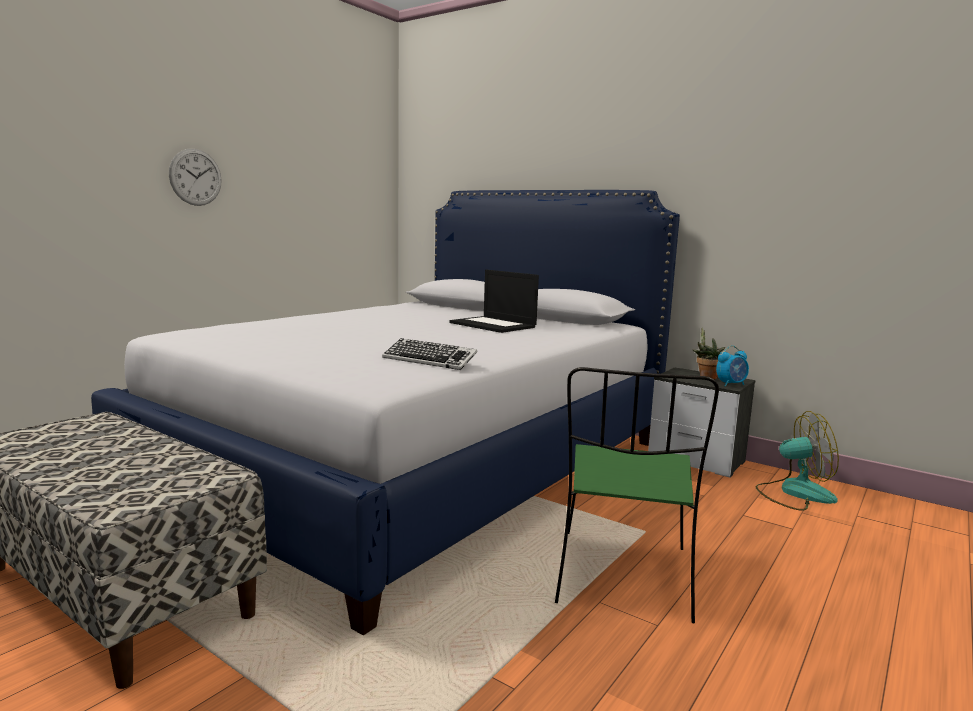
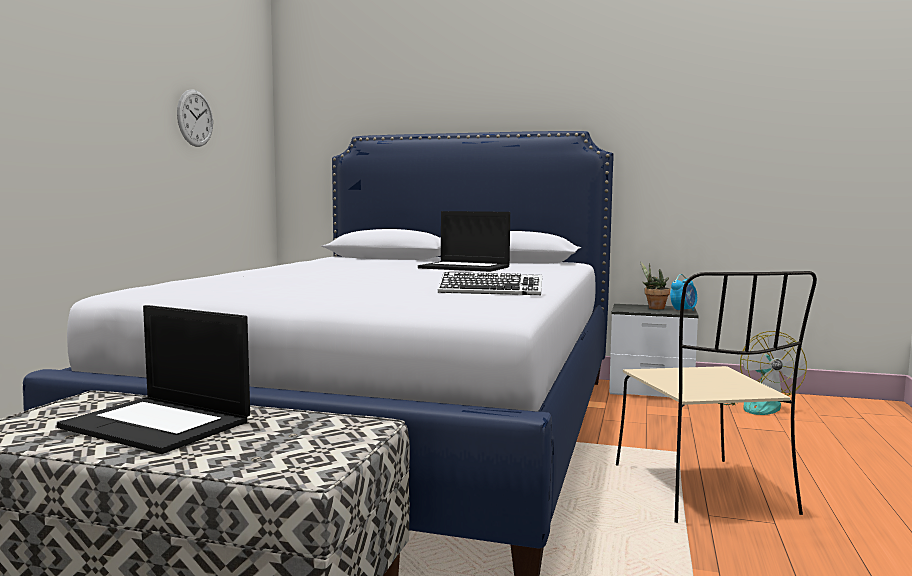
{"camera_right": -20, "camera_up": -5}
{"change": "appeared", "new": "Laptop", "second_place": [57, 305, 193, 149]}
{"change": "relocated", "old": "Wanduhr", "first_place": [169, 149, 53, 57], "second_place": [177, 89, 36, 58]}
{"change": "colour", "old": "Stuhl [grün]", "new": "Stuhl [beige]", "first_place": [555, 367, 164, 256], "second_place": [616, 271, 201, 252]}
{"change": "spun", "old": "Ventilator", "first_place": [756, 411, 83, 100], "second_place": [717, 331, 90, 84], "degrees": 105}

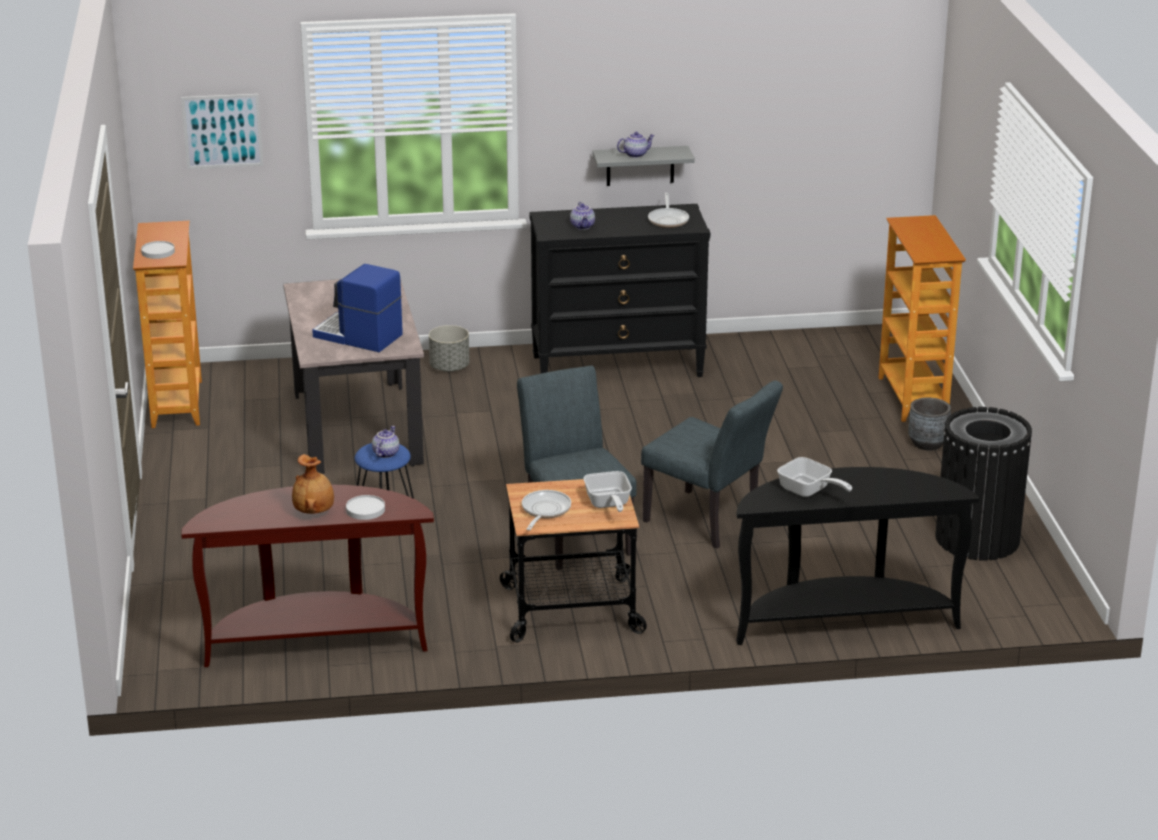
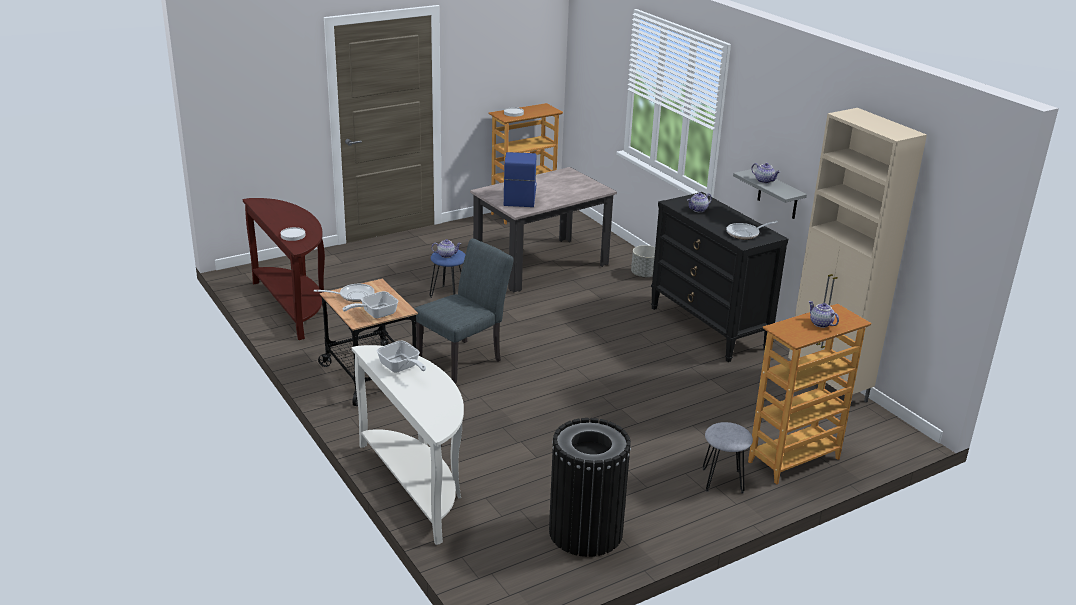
{"camera_right": 65, "camera_up": 0}
{"change": "colour", "old": "Konsolentisch [schwarz]", "new": "Konsolentisch [weiß]", "first_place": [736, 467, 243, 178], "second_place": [352, 345, 112, 200]}
{"change": "spun", "old": "Pfanne", "first_place": [777, 457, 75, 40], "second_place": [377, 341, 49, 32], "degrees": -60}
{"change": "exchanged", "old": "Pflanzkübel [grau]", "new": "Hocker [grau]", "first_place": [908, 398, 43, 53], "second_place": [703, 422, 50, 71]}
{"change": "appeared", "new": "Schrank [beige]", "second_place": [788, 108, 139, 294]}
{"change": "appeared", "new": "Teekanne", "second_place": [808, 301, 31, 27]}
{"change": "missing", "old": "Bild", "first_place": [181, 94, 83, 75]}
{"change": "missing", "old": "Vase [braun]", "first_place": [292, 454, 42, 60]}
{"change": "missing", "old": "Stuhl [grau]", "first_place": [641, 380, 142, 169]}

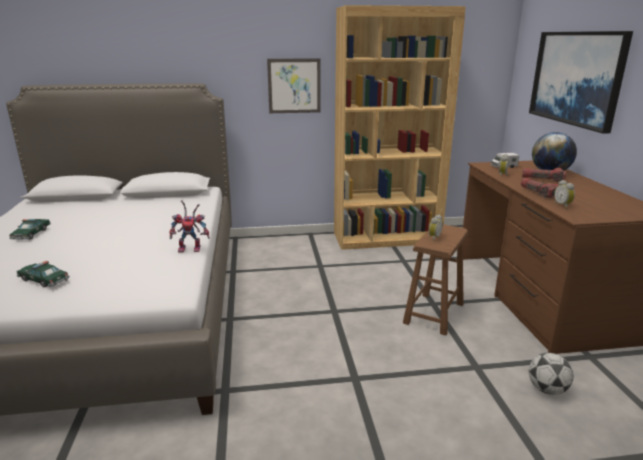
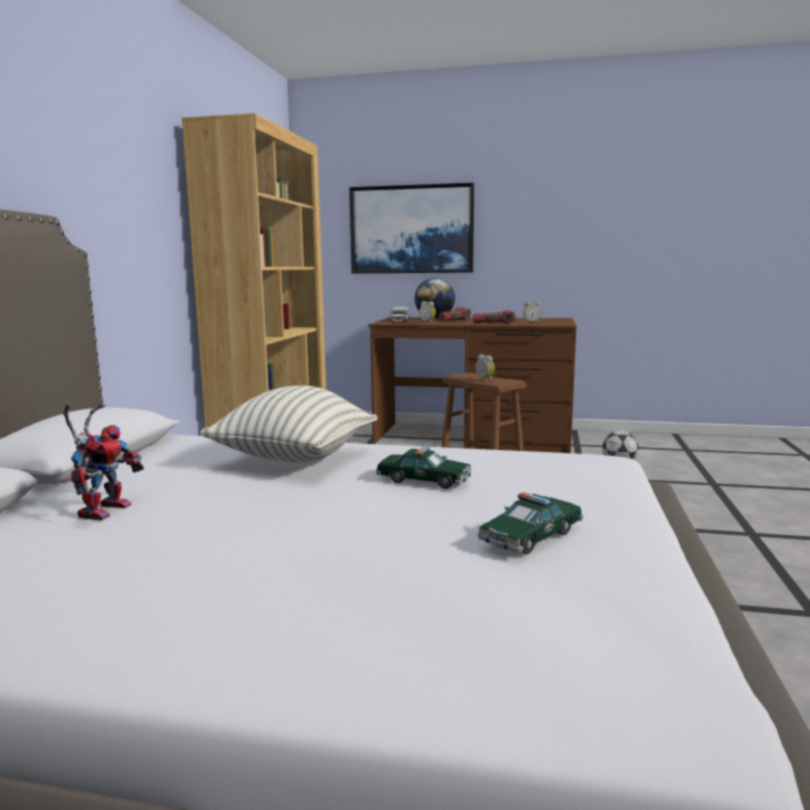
{"camera_right": -70, "camera_up": -10}
{"change": "relocated", "old": "Spielzeugroboter", "first_place": [169, 200, 40, 53], "second_place": [64, 403, 80, 118]}
{"change": "appeared", "new": "Kissen", "second_place": [200, 385, 178, 78]}
{"change": "relocated", "old": "Spielzeugauto", "first_place": [9, 219, 42, 21], "second_place": [376, 445, 96, 44]}
{"change": "missing", "old": "Bild", "first_place": [267, 58, 53, 55]}

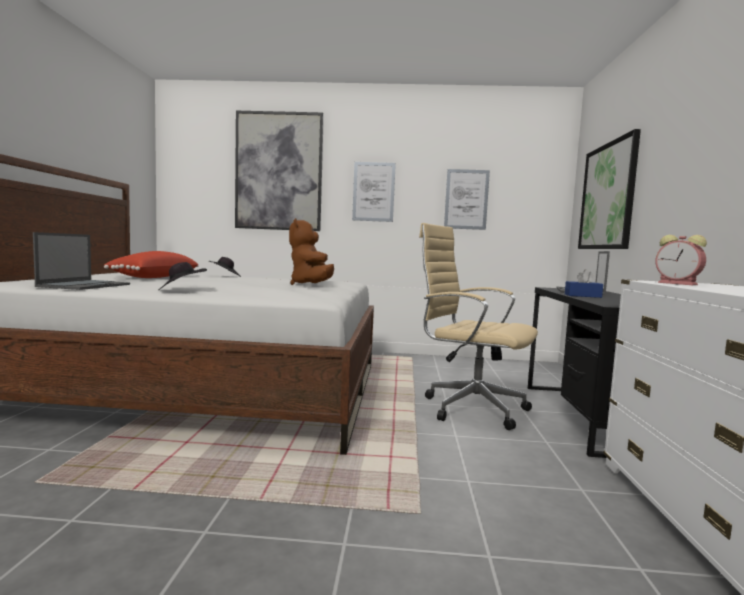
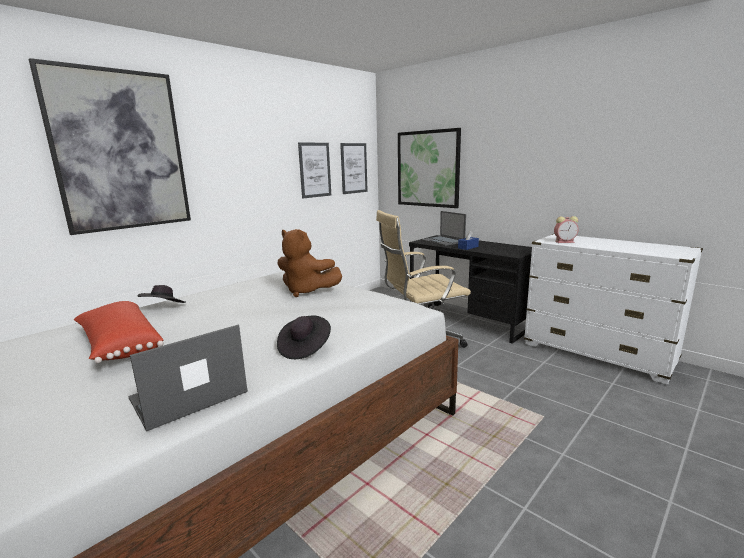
{"camera_right": -50, "camera_up": 10}
{"change": "spun", "old": "Laptop", "first_place": [33, 232, 97, 58], "second_place": [128, 325, 120, 106], "degrees": -90}
{"change": "relocated", "old": "Bild", "first_place": [352, 162, 44, 60], "second_place": [340, 143, 28, 51]}

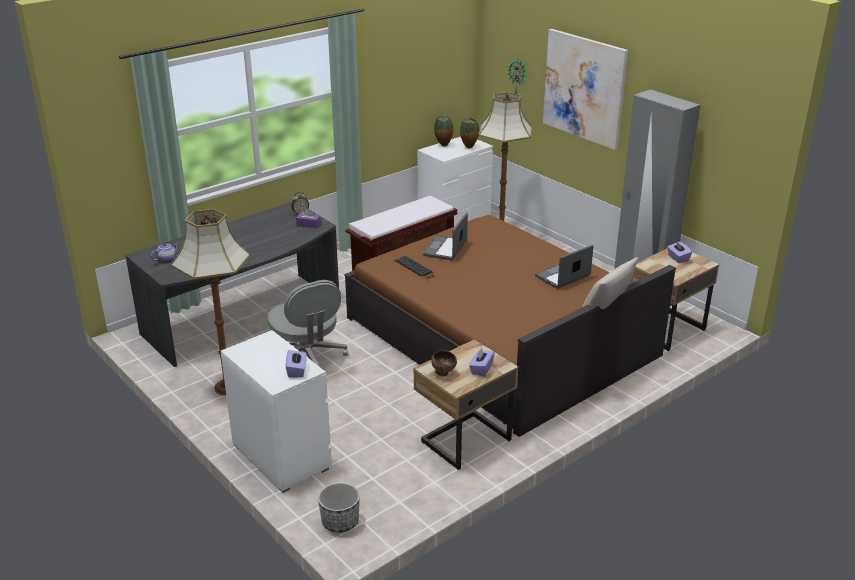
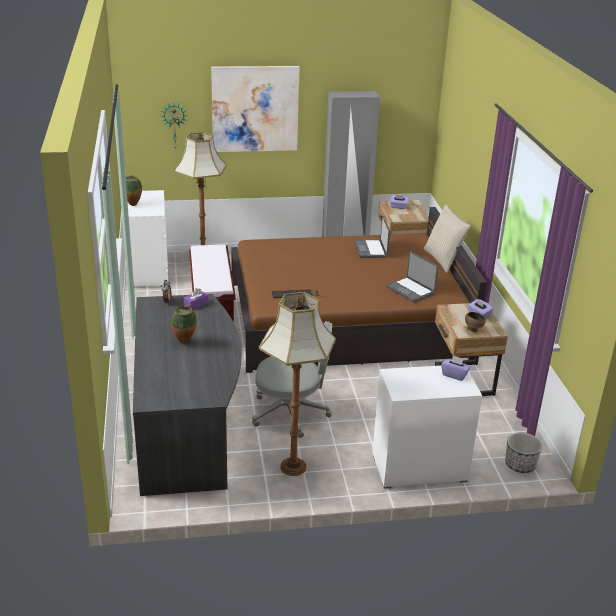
{"camera_right": -60, "camera_up": 0}
{"change": "relocated", "old": "Vase", "first_place": [460, 117, 19, 32], "second_place": [171, 305, 26, 38]}
{"change": "relocated", "old": "Laptop", "first_place": [423, 212, 45, 48], "second_place": [386, 251, 52, 51]}
{"change": "missing", "old": "Teekanne", "first_place": [151, 243, 28, 20]}

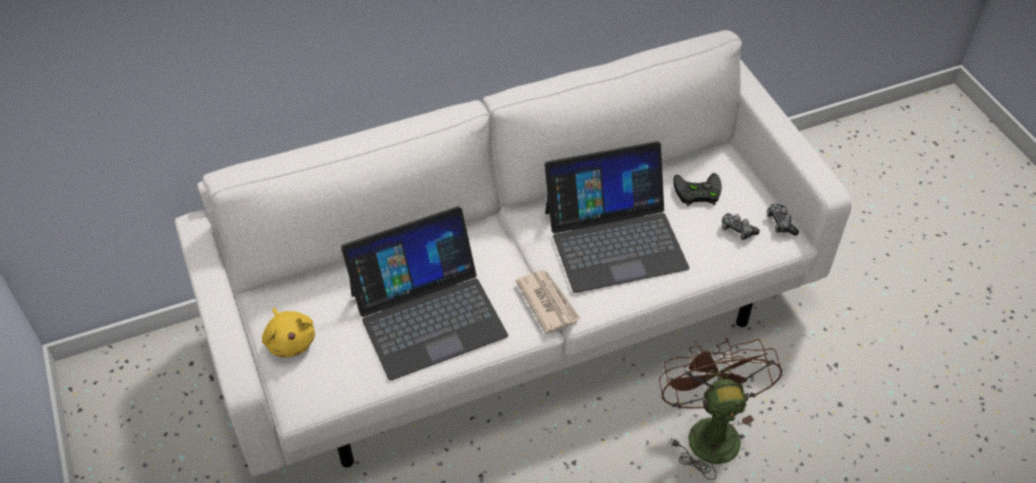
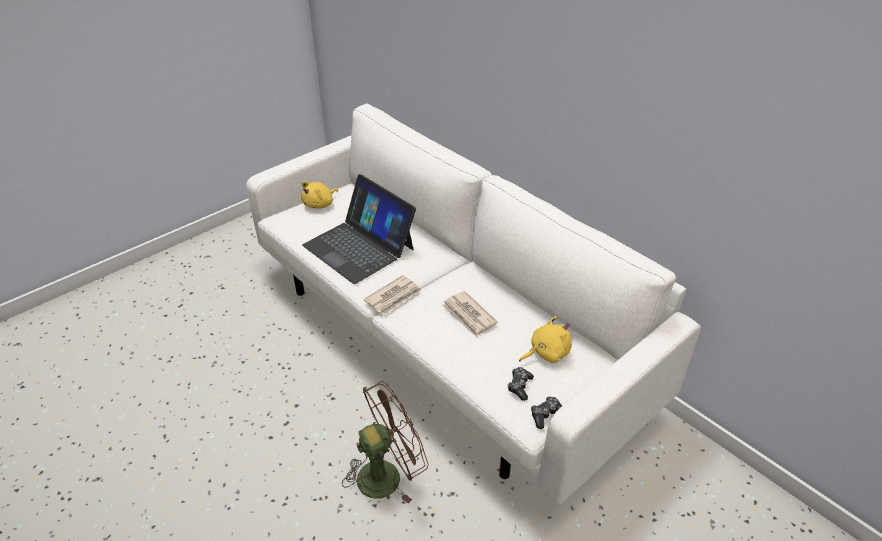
{"camera_right": 70, "camera_up": -10}
{"change": "exchanged", "old": "Laptop", "new": "Zeitung", "first_place": [544, 141, 146, 152], "second_place": [442, 291, 55, 47]}
{"change": "exchanged", "old": "Gamepad [schwarz]", "new": "Plüschtier [gelb]", "first_place": [673, 173, 49, 33], "second_place": [519, 316, 53, 47]}

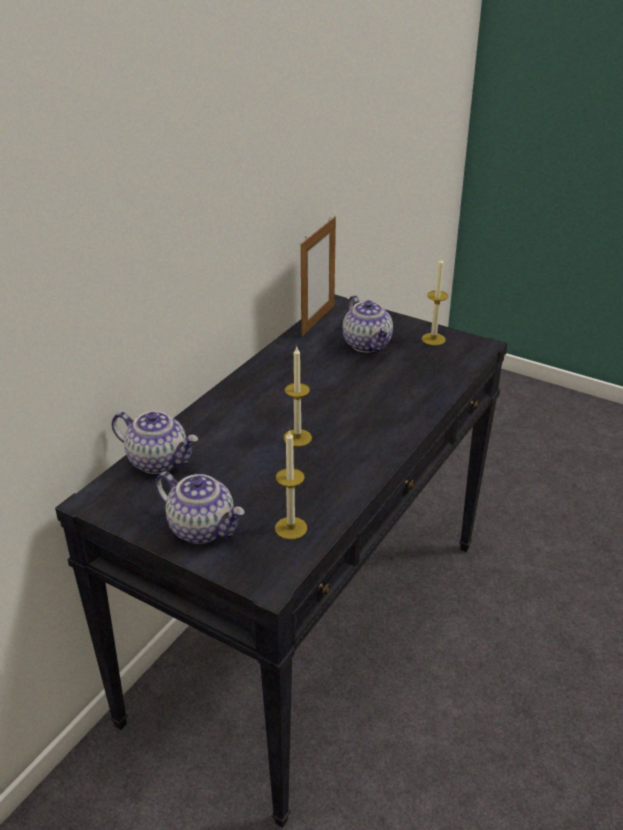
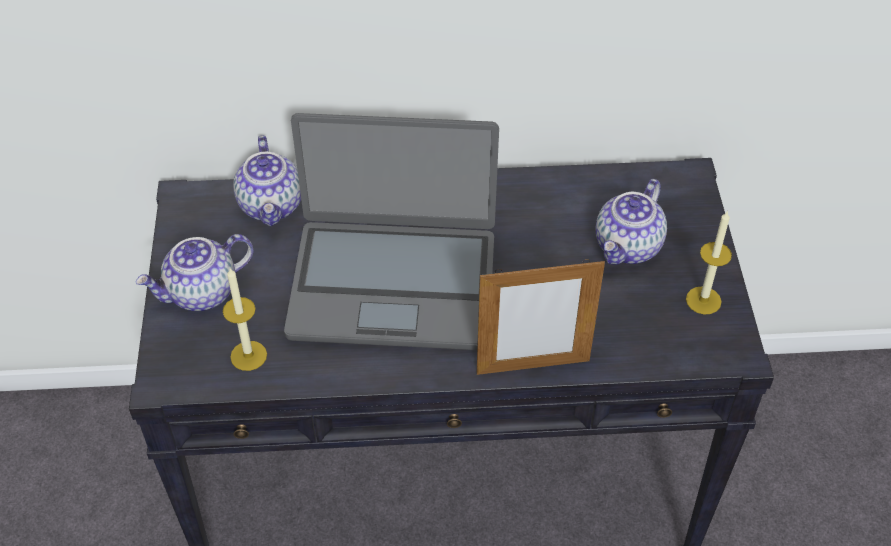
{"camera_right": 55, "camera_up": 15}
{"change": "spun", "old": "Teekanne", "first_place": [155, 472, 90, 72], "second_place": [135, 234, 118, 77], "degrees": 60}
{"change": "exchanged", "old": "Kerze", "new": "Laptop", "first_place": [284, 347, 28, 100], "second_place": [284, 113, 215, 237]}
{"change": "relocated", "old": "Bilderrahmen", "first_place": [301, 217, 35, 120], "second_place": [477, 259, 128, 116]}

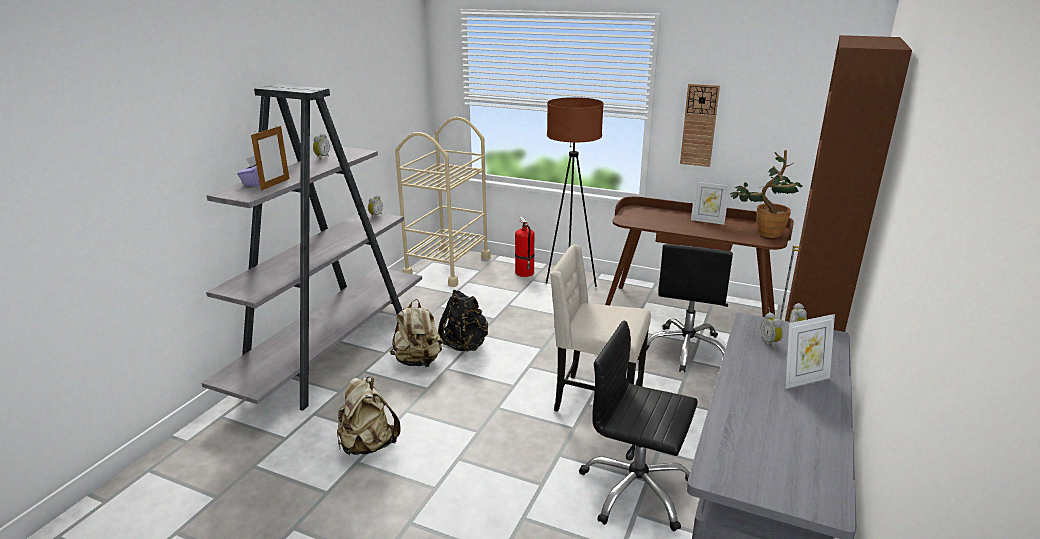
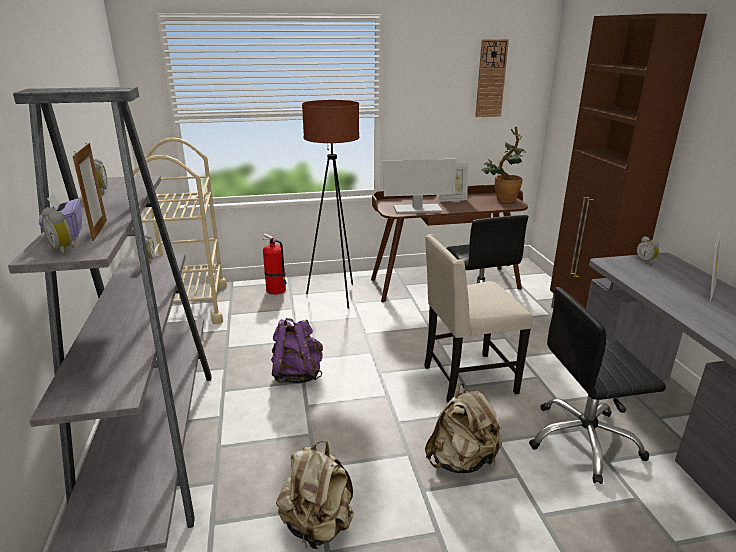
{"camera_right": -35, "camera_up": 0}
{"change": "relocated", "old": "Wecker", "first_place": [761, 312, 22, 36], "second_place": [42, 207, 33, 48]}
{"change": "colour", "old": "Rucksack [schwarz]", "new": "Rucksack [lila]", "first_place": [438, 289, 50, 63], "second_place": [271, 318, 52, 66]}
{"change": "appeared", "new": "Monitor", "second_place": [384, 159, 72, 55]}
{"change": "relocated", "old": "Rucksack [beige]", "first_place": [390, 299, 53, 69], "second_place": [425, 383, 77, 90]}
{"change": "relocated", "old": "Wanduhr", "first_place": [680, 84, 40, 83], "second_place": [475, 39, 34, 78]}

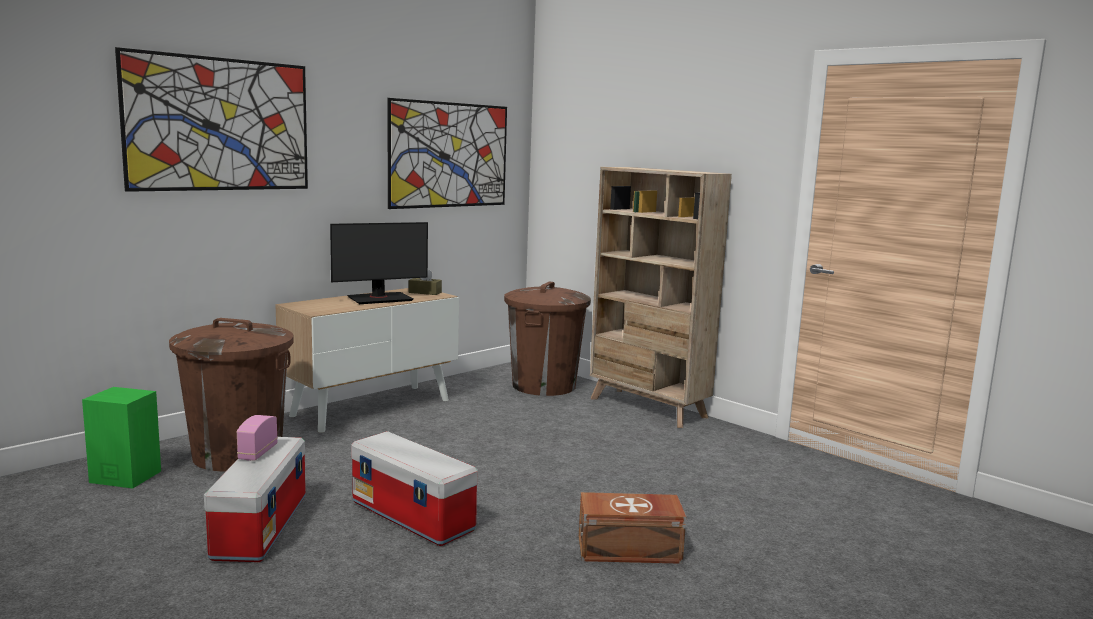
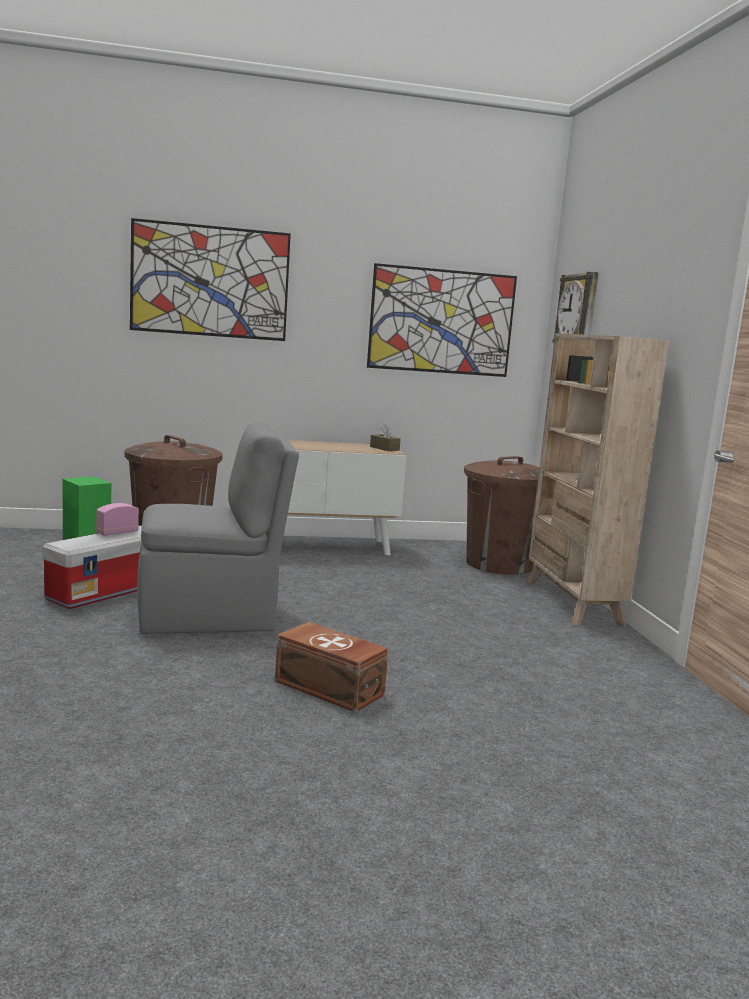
{"camera_right": 35, "camera_up": 0}
{"change": "exchanged", "old": "Aufbewahrungsbox", "new": "Stuhl [grau]", "first_place": [351, 431, 126, 115], "second_place": [137, 422, 162, 212]}
{"change": "appeared", "new": "Wanduhr", "second_place": [553, 272, 46, 73]}
{"change": "missing", "old": "Monitor", "first_place": [330, 222, 98, 82]}

